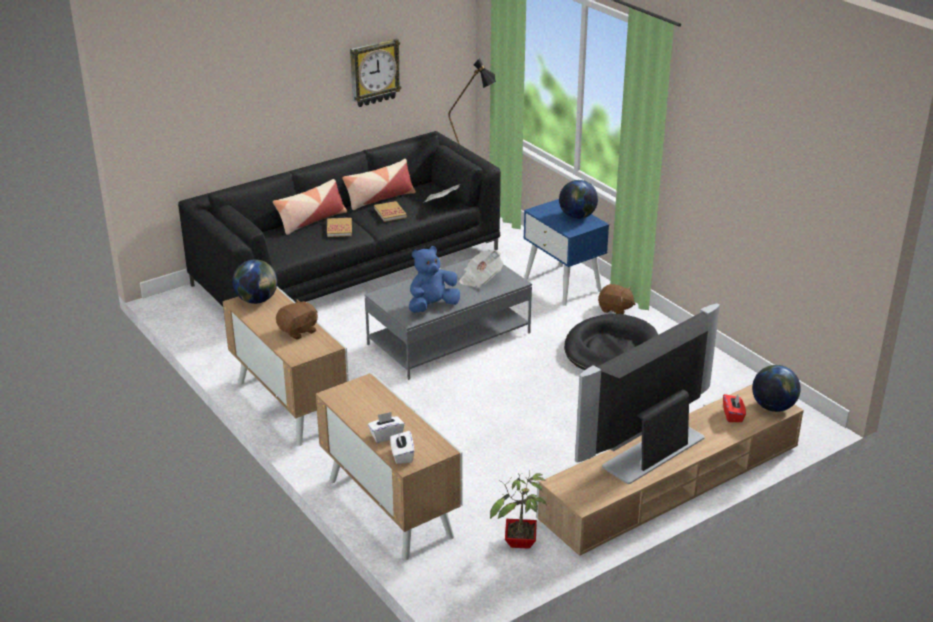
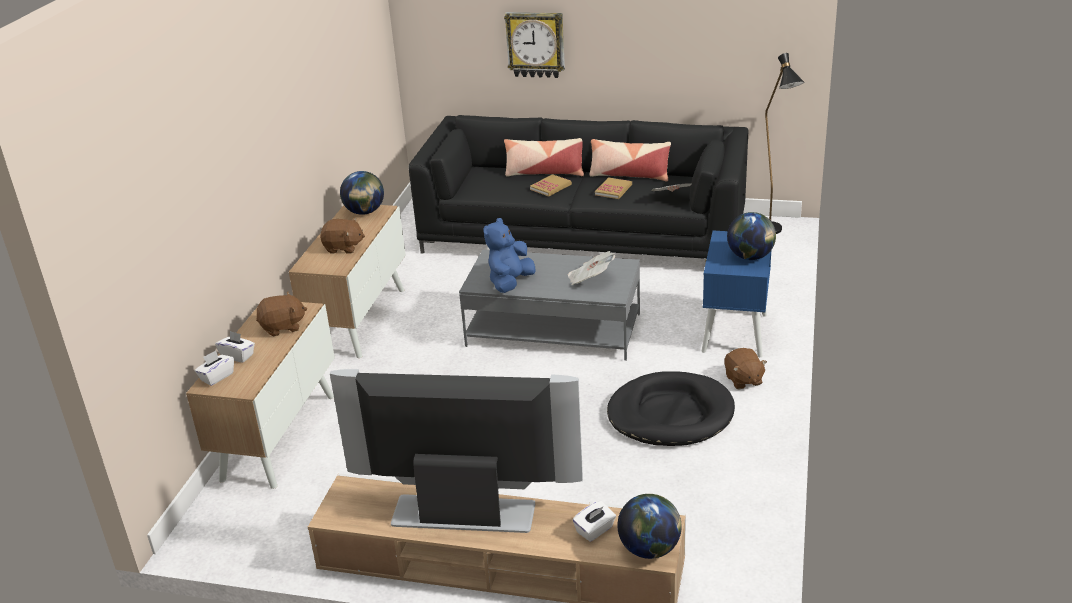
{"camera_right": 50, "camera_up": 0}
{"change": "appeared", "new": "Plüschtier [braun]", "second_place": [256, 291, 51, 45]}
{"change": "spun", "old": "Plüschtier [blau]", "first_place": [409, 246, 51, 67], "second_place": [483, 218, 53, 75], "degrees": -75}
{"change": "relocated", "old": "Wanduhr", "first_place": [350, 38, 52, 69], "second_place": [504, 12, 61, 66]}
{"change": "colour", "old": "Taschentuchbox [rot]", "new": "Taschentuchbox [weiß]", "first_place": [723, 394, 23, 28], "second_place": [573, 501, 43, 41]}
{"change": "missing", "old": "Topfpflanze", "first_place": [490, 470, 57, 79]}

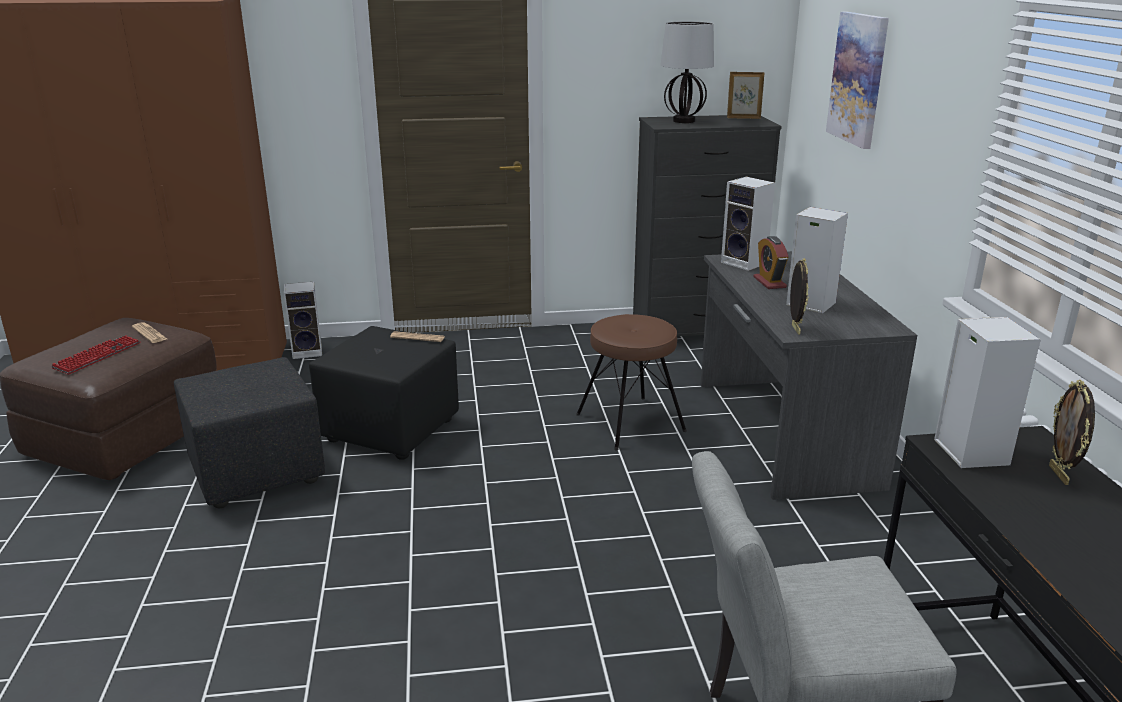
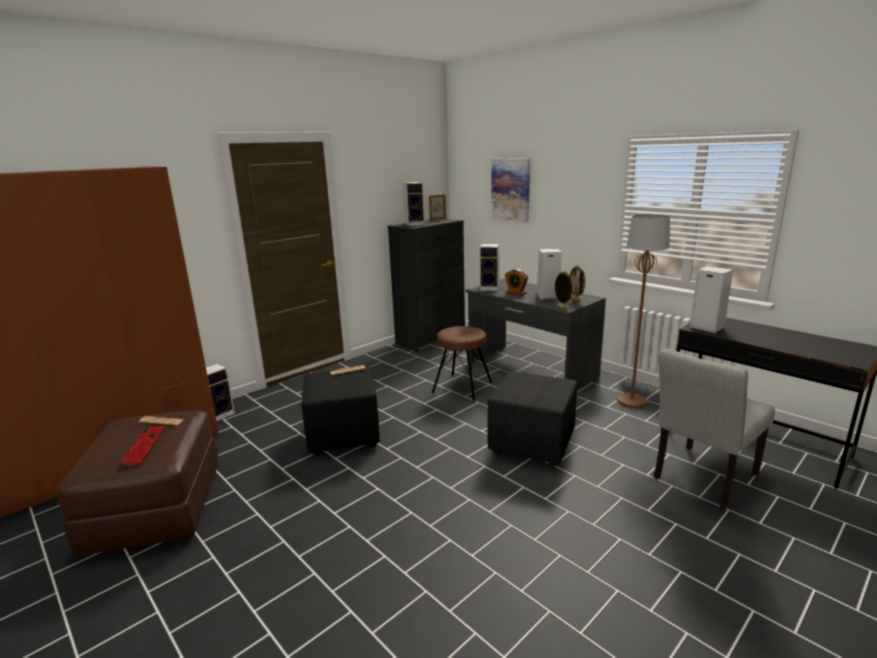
{"camera_right": -35, "camera_up": -5}
{"change": "exchanged", "old": "Tischlampe", "new": "Lautsprecher", "first_place": [661, 21, 53, 102], "second_place": [403, 182, 22, 44]}
{"change": "relocated", "old": "Polsterhocker [schwarz]", "first_place": [174, 357, 151, 151], "second_place": [488, 371, 90, 95]}
{"change": "relocated", "old": "Bilderrahmen", "first_place": [1049, 380, 46, 105], "second_place": [569, 265, 17, 37]}
{"change": "appeared", "new": "Stehlampe [braun]", "second_place": [617, 214, 53, 194]}

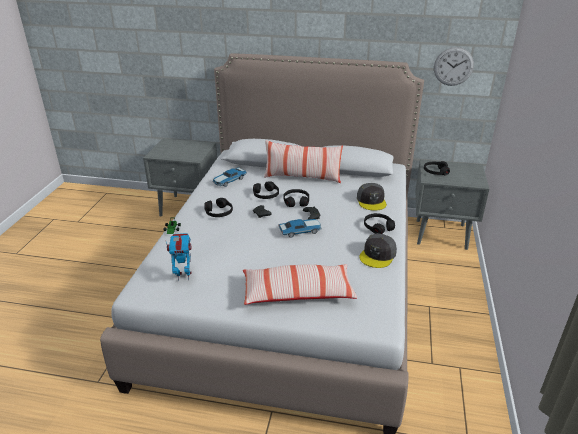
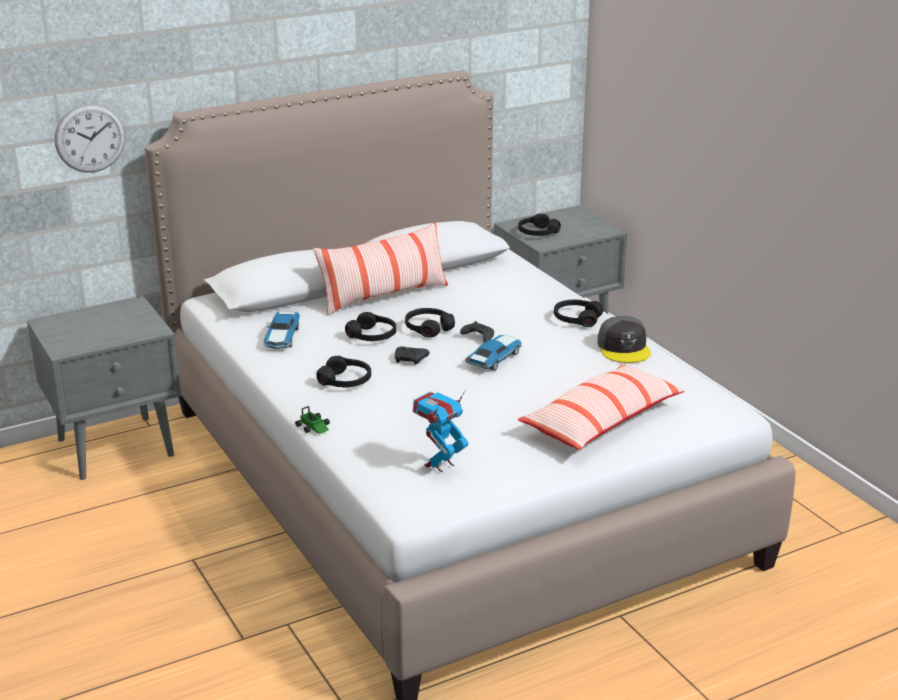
{"camera_right": -40, "camera_up": -5}
{"change": "relocated", "old": "Wanduhr", "first_place": [434, 47, 40, 39], "second_place": [55, 104, 70, 69]}
{"change": "missing", "old": "Kappe [grau]", "first_place": [357, 183, 30, 28]}

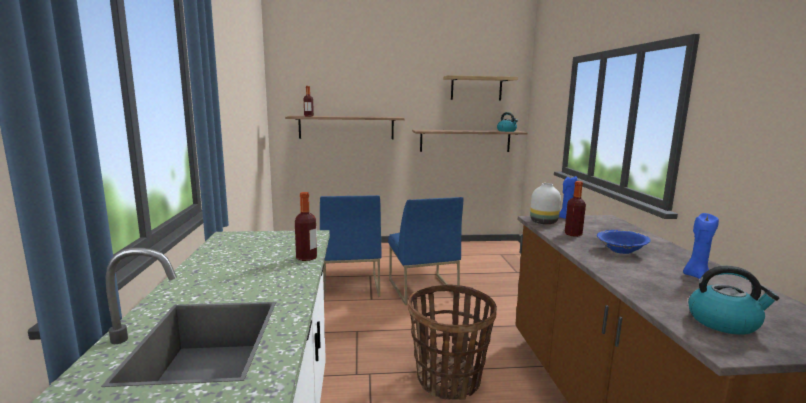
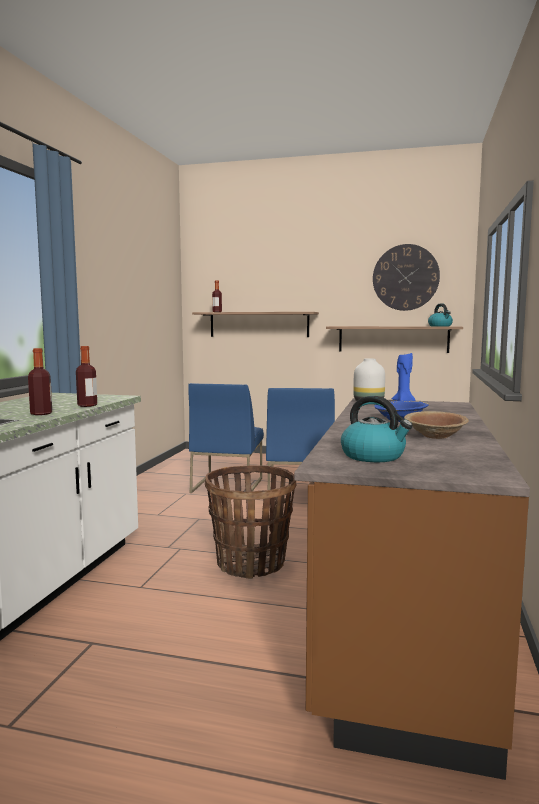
{"camera_right": 20, "camera_up": -5}
{"change": "relocated", "old": "Flasche", "first_place": [565, 181, 21, 56], "second_place": [28, 348, 24, 67]}
{"change": "exchanged", "old": "Wandregal", "new": "Wanduhr", "first_place": [443, 75, 75, 25], "second_place": [373, 244, 67, 67]}
{"change": "exchanged", "old": "Kerze [blau]", "new": "Schüssel [braun]", "first_place": [683, 213, 36, 66], "second_place": [404, 411, 65, 28]}

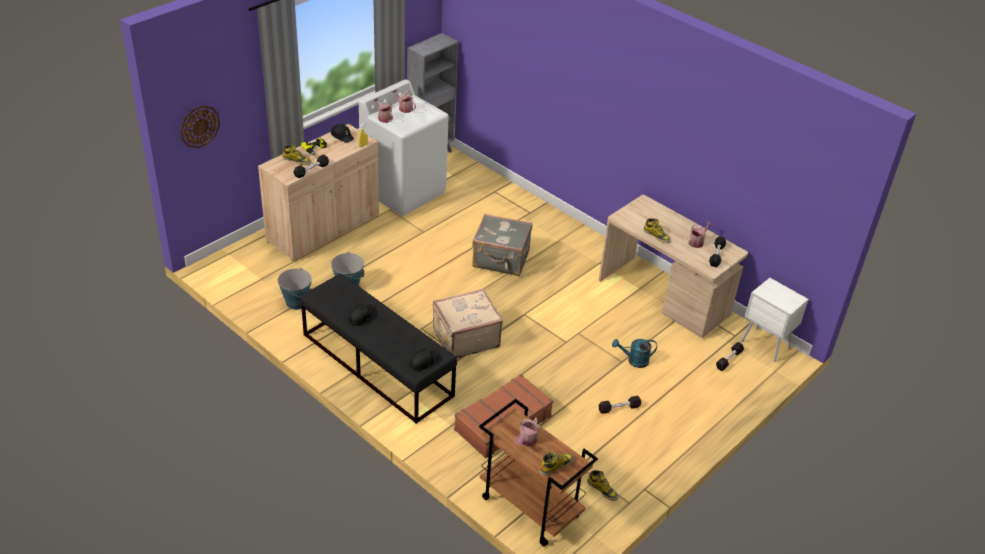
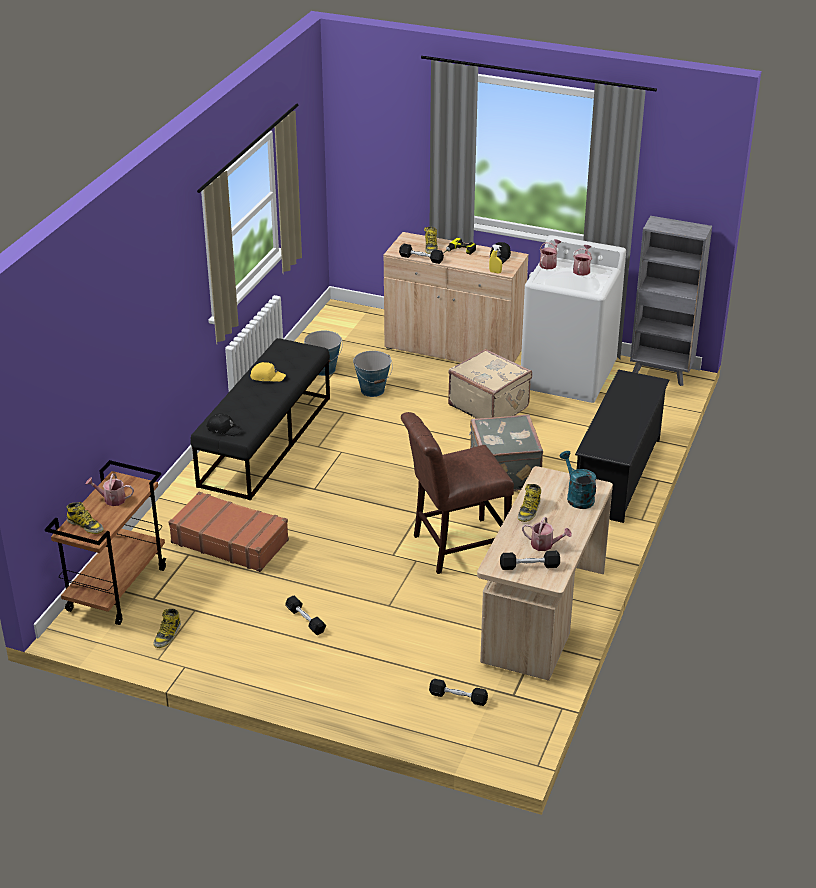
{"camera_right": 70, "camera_up": -5}
{"change": "colour", "old": "Kappe [schwarz]", "new": "Kappe [gelb]", "first_place": [349, 303, 25, 23], "second_place": [250, 362, 36, 20]}
{"change": "appeared", "new": "Stuhl [braun]", "second_place": [401, 412, 113, 162]}
{"change": "relocated", "old": "Koffer [beige]", "first_place": [433, 289, 70, 69], "second_place": [448, 349, 84, 70]}
{"change": "relocated", "old": "Gießkanne [türkis]", "first_place": [612, 339, 45, 29], "second_place": [559, 451, 37, 58]}
{"change": "appeared", "new": "Schuhregal [schwarz]", "second_place": [575, 370, 94, 153]}
{"change": "missing", "old": "Wanduhr", "first_place": [180, 105, 40, 43]}
{"change": "missing", "old": "Nachttisch [weiß]", "first_place": [741, 278, 68, 84]}

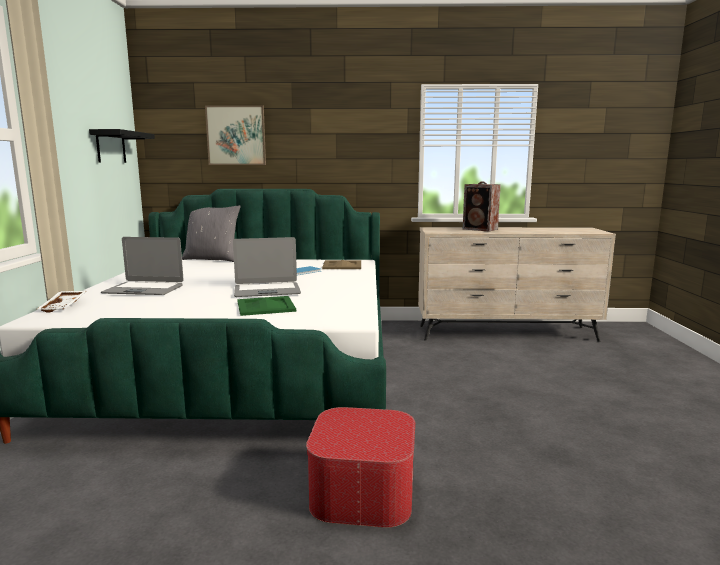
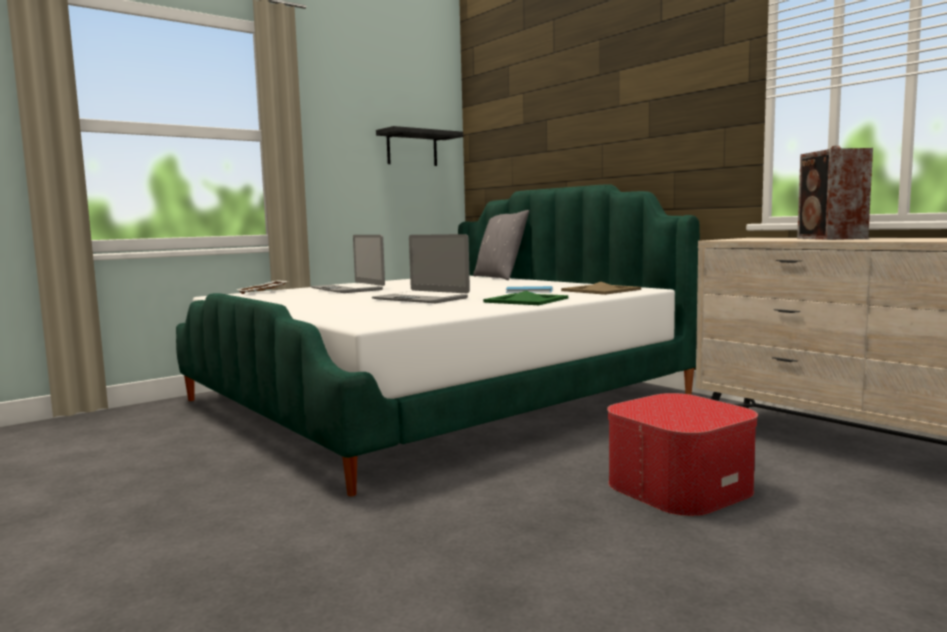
{"camera_right": 50, "camera_up": -5}
{"change": "relocated", "old": "Tablett [grün]", "first_place": [237, 296, 59, 20], "second_place": [483, 291, 85, 14]}
{"change": "relocated", "old": "Polsterhocker", "first_place": [306, 407, 109, 121], "second_place": [607, 393, 151, 123]}
{"change": "missing", "old": "Bild", "first_place": [205, 105, 61, 60]}

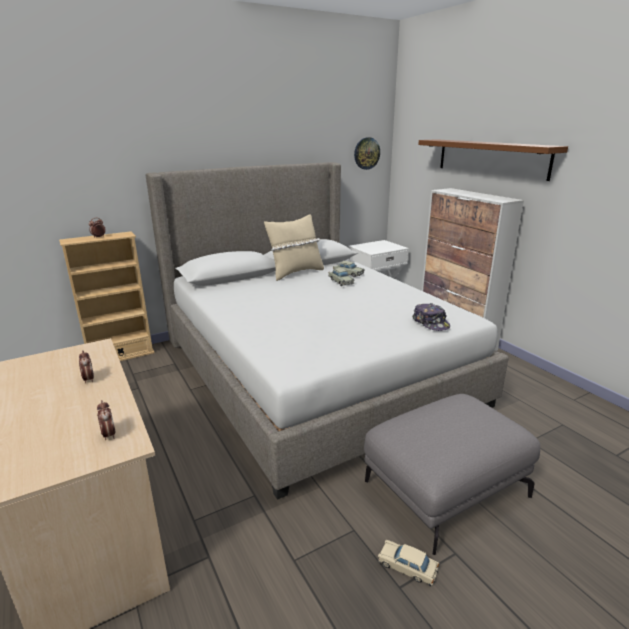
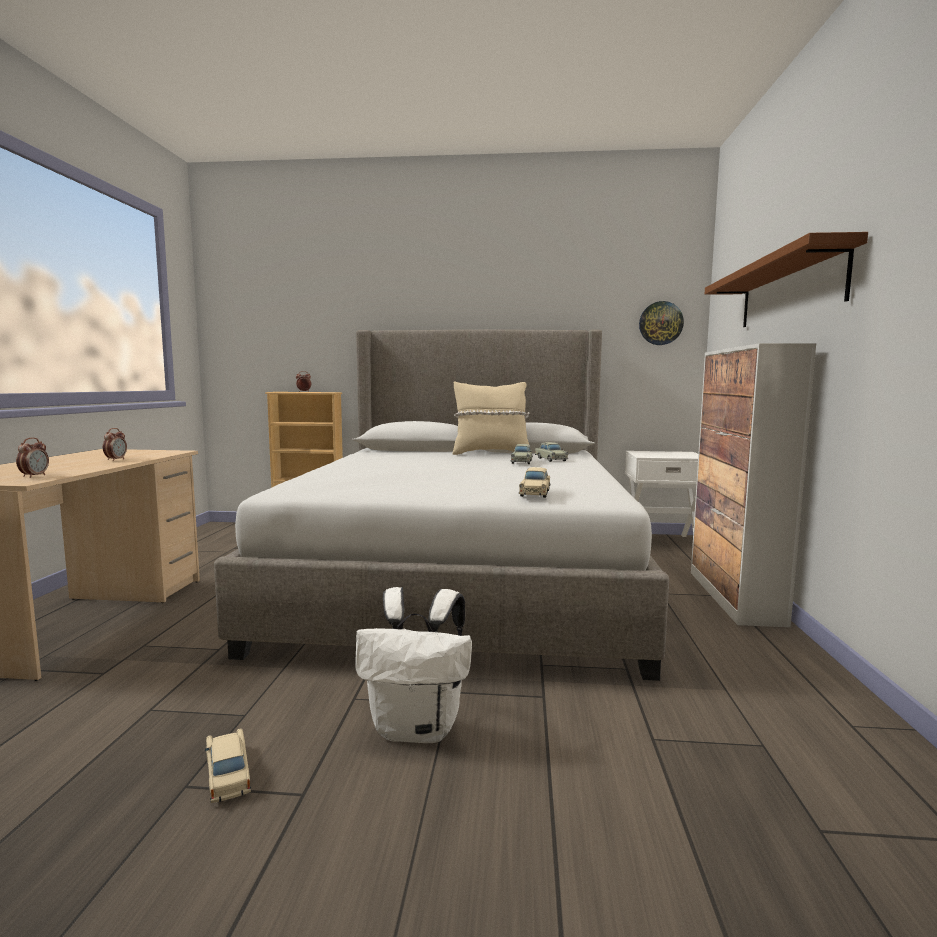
{"camera_right": 35, "camera_up": -15}
{"change": "exchanged", "old": "Polsterhocker [grau]", "new": "Rucksack [weiß]", "first_place": [364, 394, 176, 161], "second_place": [355, 587, 117, 156]}
{"change": "exchanged", "old": "Kappe", "new": "Spielzeugauto [beige]", "first_place": [412, 303, 38, 28], "second_place": [519, 467, 32, 31]}

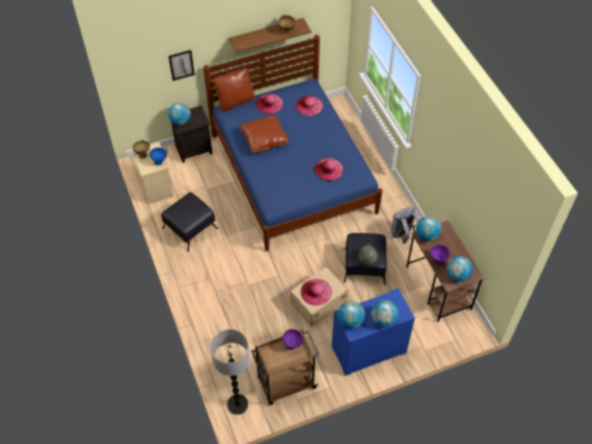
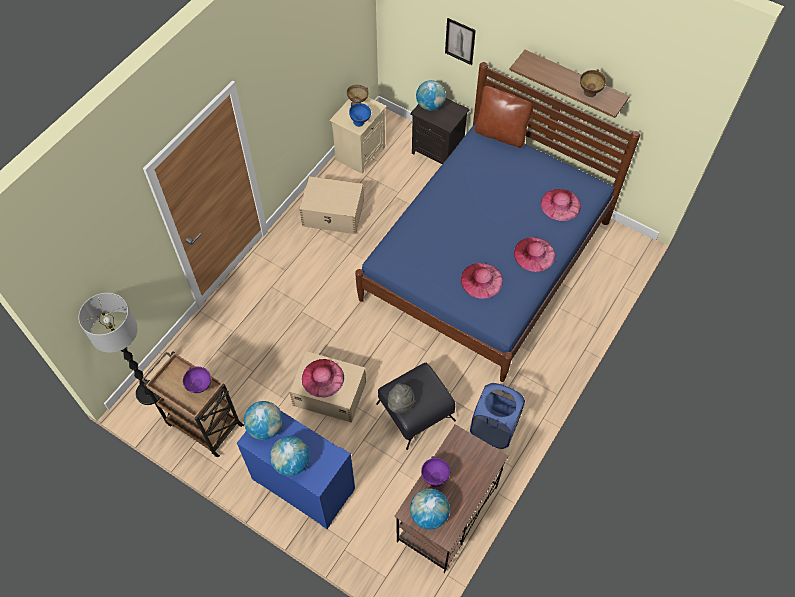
{"camera_right": 55, "camera_up": 5}
{"change": "exchanged", "old": "Polsterhocker [schwarz]", "new": "Aufbewahrungsbox [beige]", "first_place": [161, 192, 57, 60], "second_place": [299, 176, 65, 58]}
{"change": "exchanged", "old": "Rucksack [grau]", "new": "Wäschekorb [blau]", "first_place": [391, 206, 29, 38], "second_place": [470, 383, 55, 66]}
{"change": "relocated", "old": "Hut [rosa]", "first_place": [256, 93, 27, 21], "second_place": [514, 237, 41, 35]}
{"change": "missing", "old": "Kissen [braun]", "first_place": [240, 115, 49, 38]}
{"change": "missing", "old": "Globus", "first_place": [416, 216, 25, 25]}

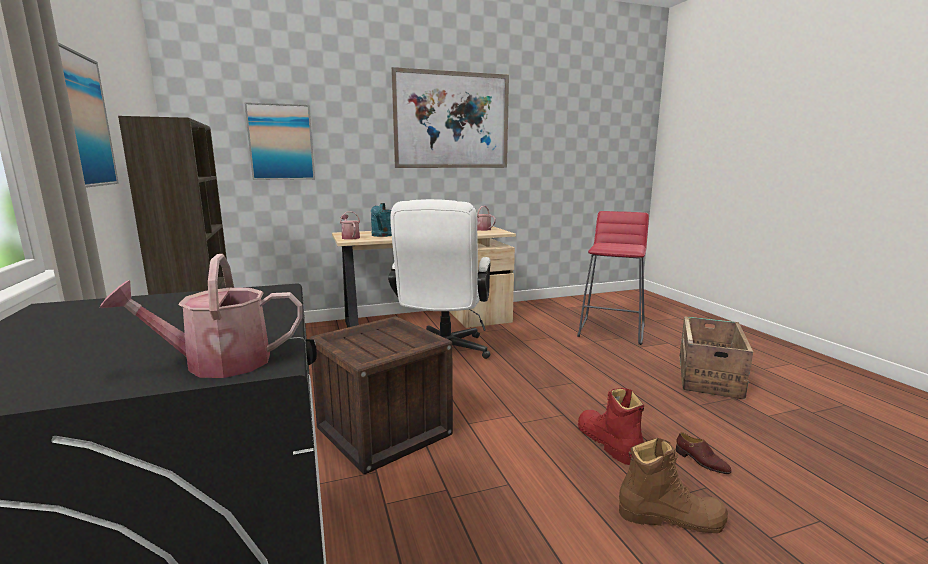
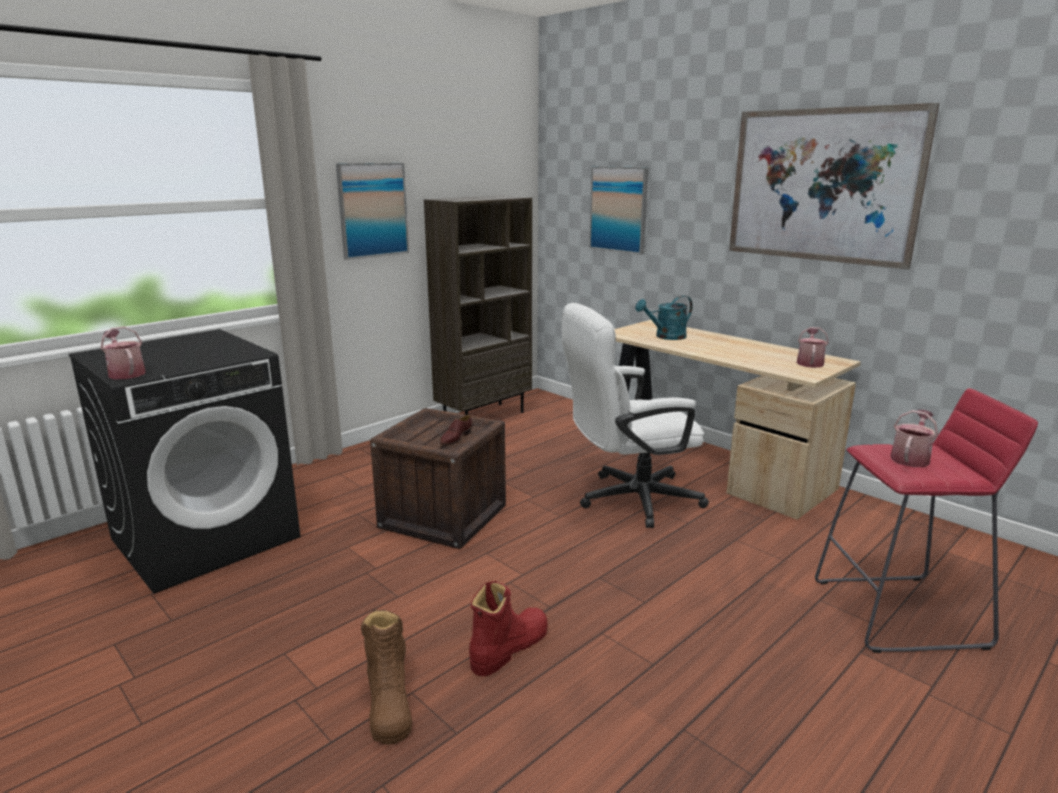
{"camera_right": 65, "camera_up": 5}
{"change": "relocated", "old": "Schuh [braun]", "first_place": [676, 432, 56, 42], "second_place": [440, 415, 32, 30]}
{"change": "relocated", "old": "Gießkanne", "first_place": [340, 211, 20, 29], "second_place": [890, 410, 48, 57]}
{"change": "missing", "old": "Kiste", "first_place": [680, 316, 73, 84]}

